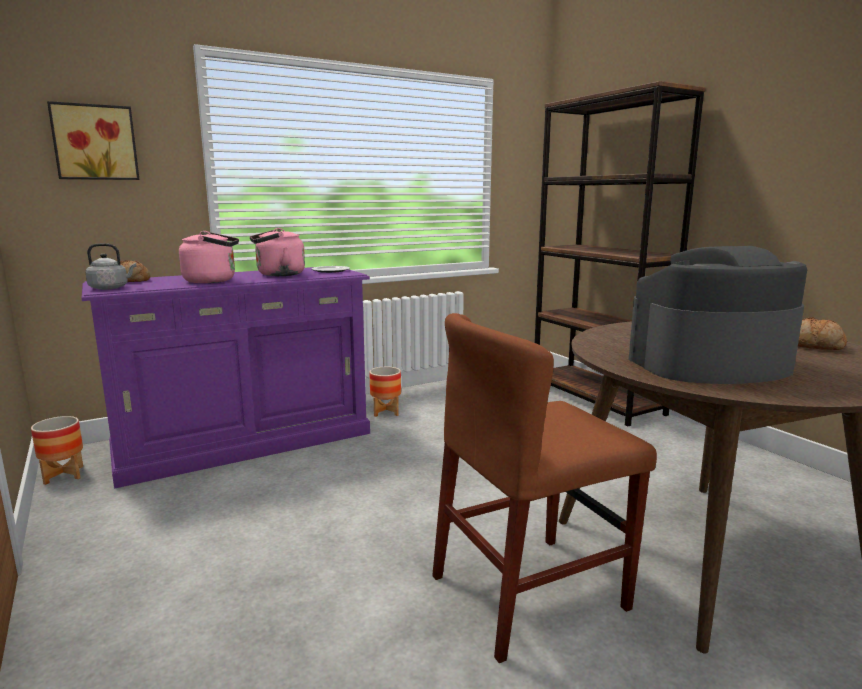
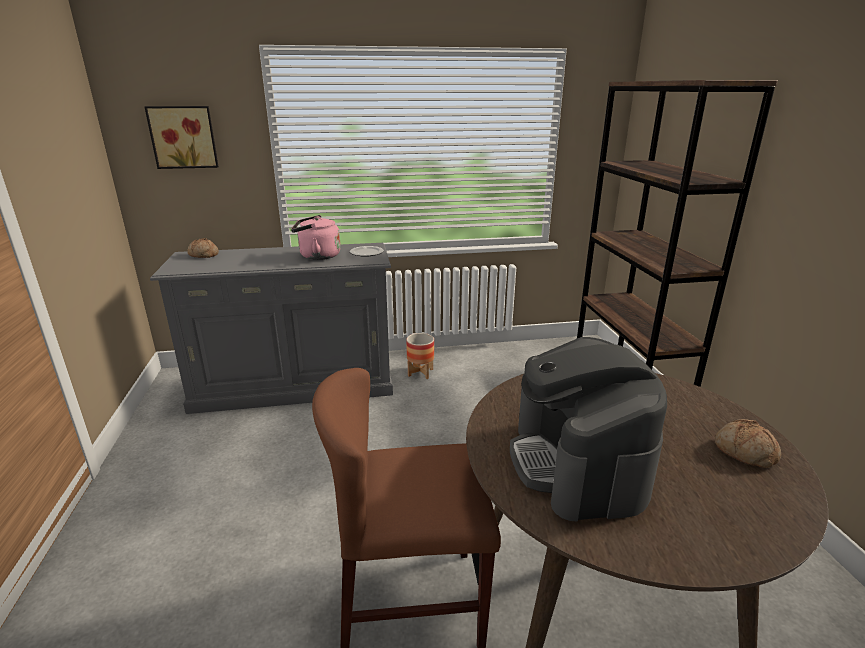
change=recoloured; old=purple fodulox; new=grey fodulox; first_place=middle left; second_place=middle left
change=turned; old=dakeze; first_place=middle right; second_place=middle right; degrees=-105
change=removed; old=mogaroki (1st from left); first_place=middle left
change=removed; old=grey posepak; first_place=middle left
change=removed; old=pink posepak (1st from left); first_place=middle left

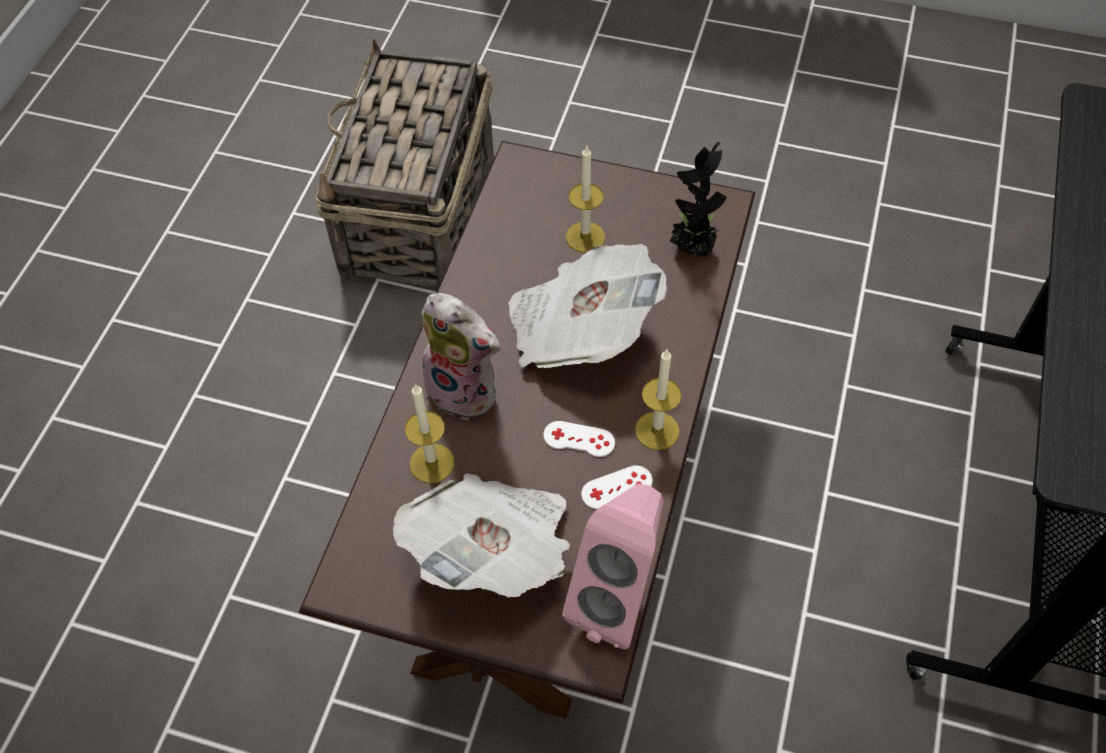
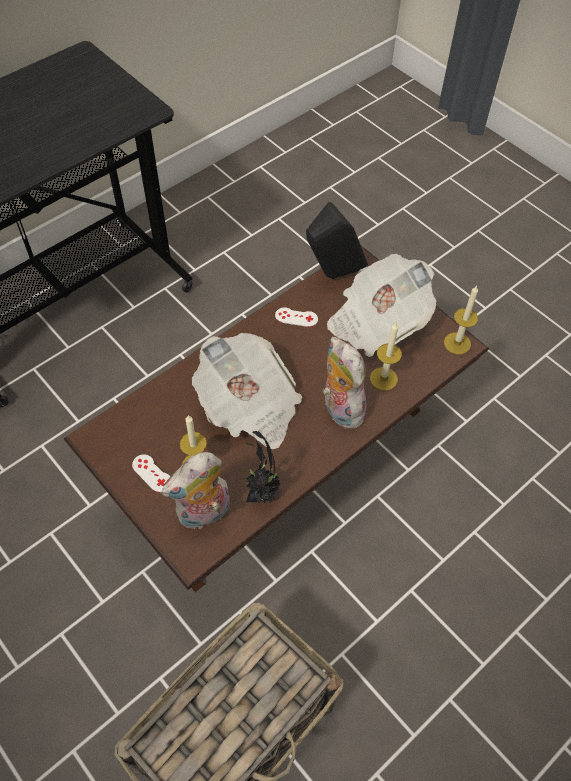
change=moved; old=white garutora (1st from left); first_place=centre; second_place=middle left
change=added; new=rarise (1st from left); second_place=centre
change=moved; old=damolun; first_place=top centre; second_place=centre
change=recoloured; old=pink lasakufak; new=black lasakufak; first_place=bottom centre; second_place=top centre
change=moved; old=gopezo (3rd from left); first_place=centre; second_place=middle right

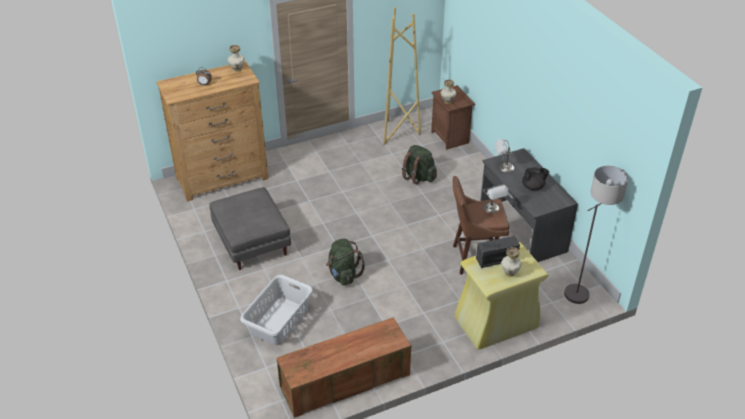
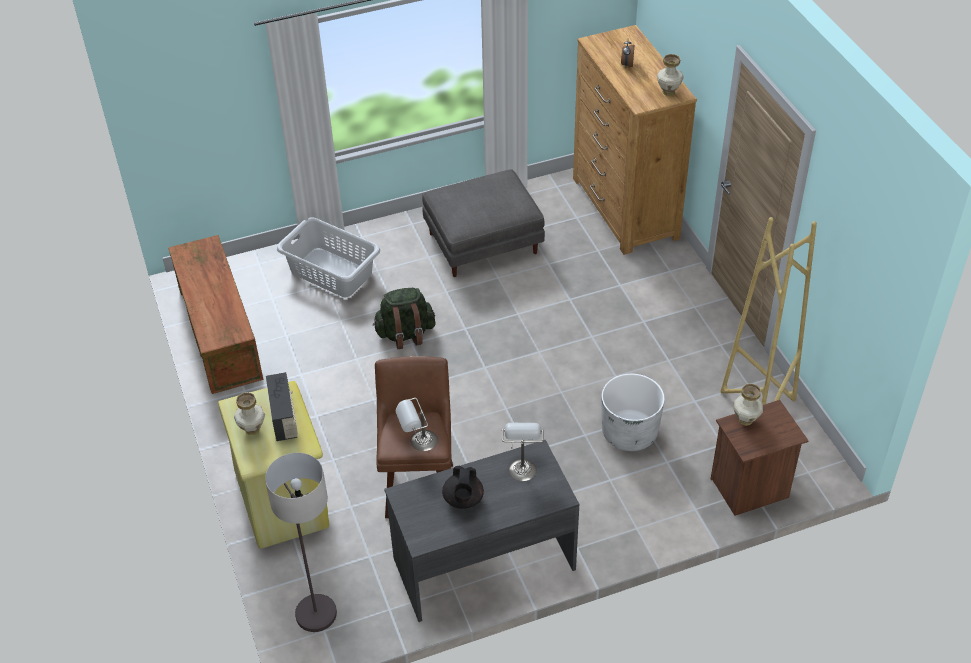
change=replaced; old=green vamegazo (2nd from left); new=white mogaroki; first_place=centre; second_place=centre

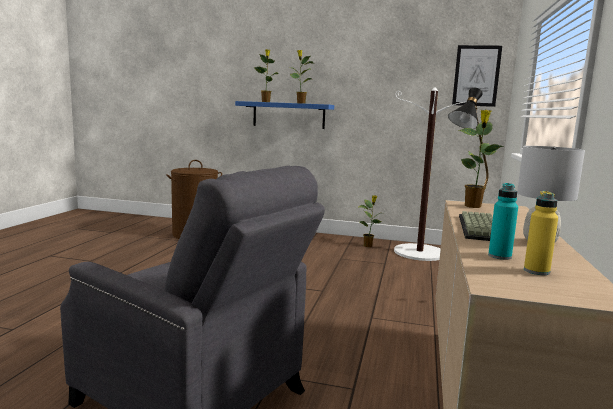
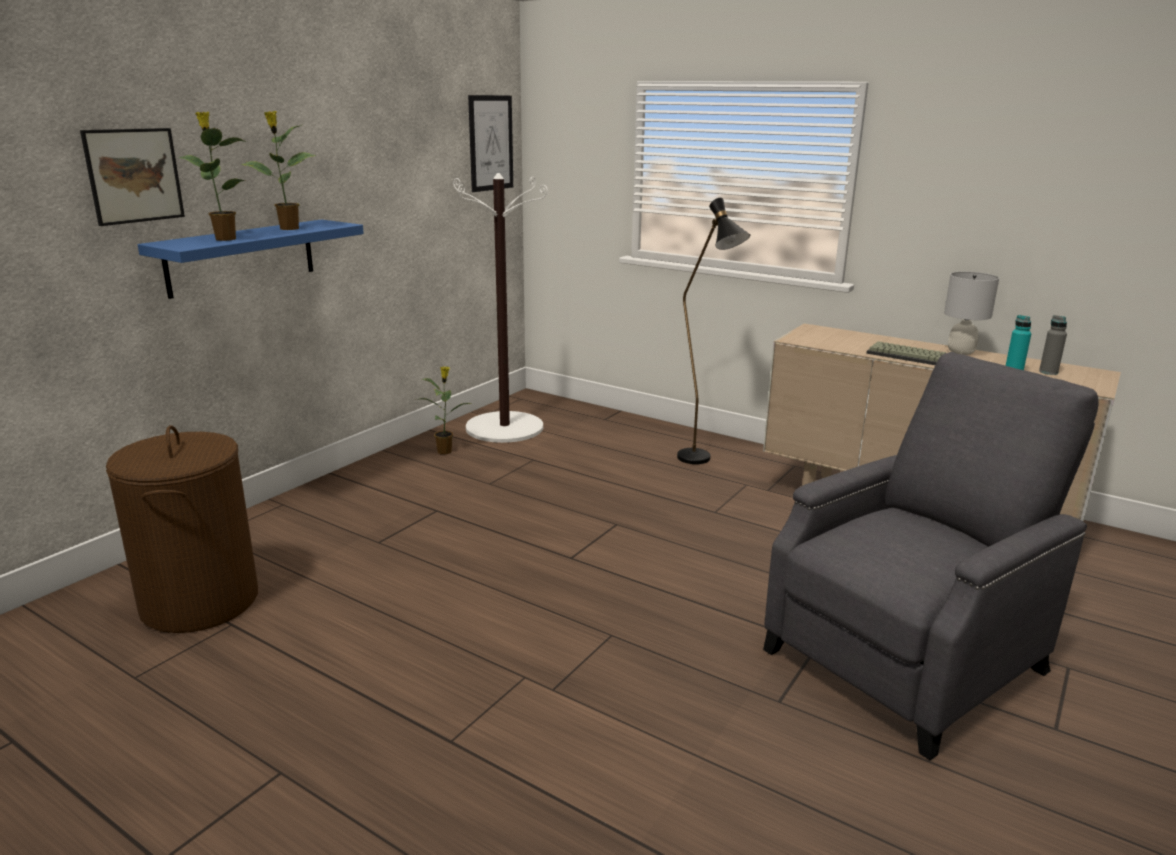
change=added; new=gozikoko (1st from left); second_place=top left
change=recoloured; old=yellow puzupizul; new=grey puzupizul; first_place=middle right; second_place=middle right
change=removed; old=damolun (4th from left); first_place=middle right

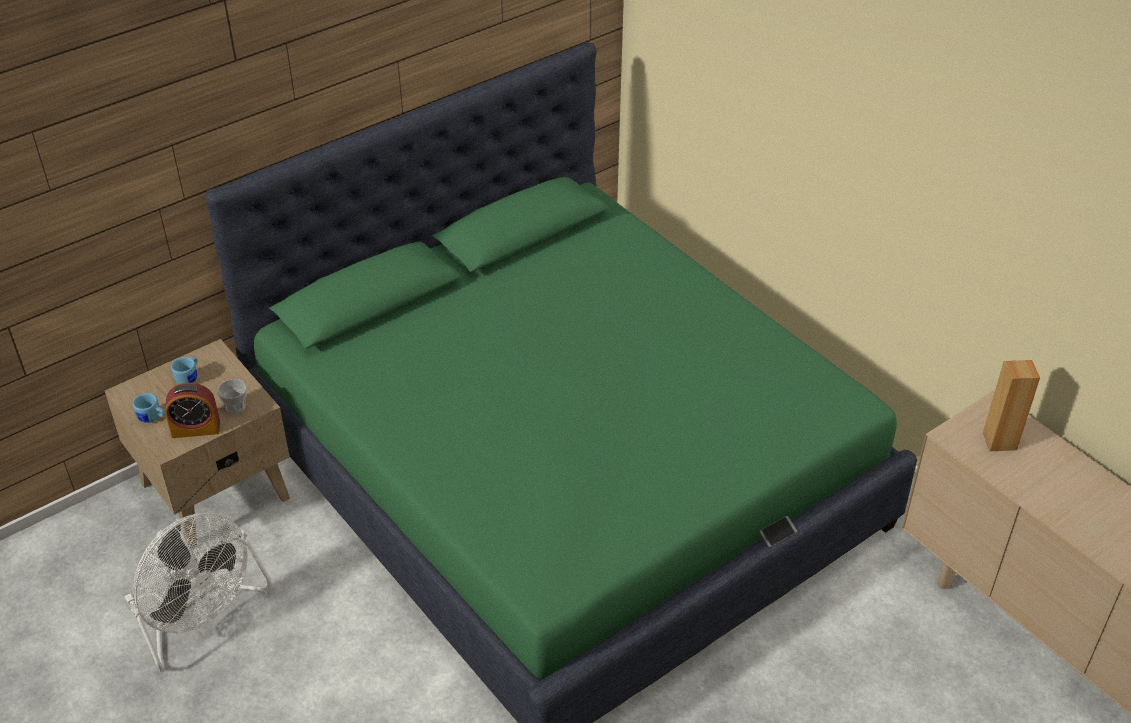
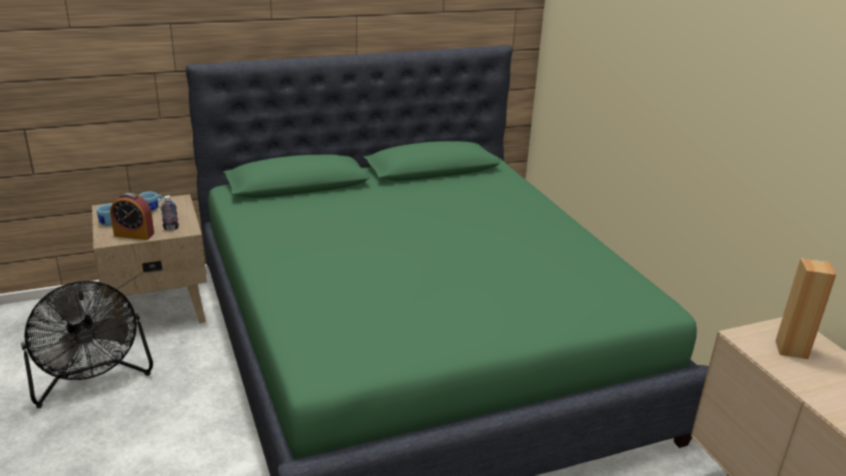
change=recoloured; old=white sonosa; new=black sonosa; first_place=bottom left; second_place=bottom left
change=replaced; old=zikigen; new=puzupizul; first_place=middle left; second_place=middle left
change=removed; old=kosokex; first_place=bottom right

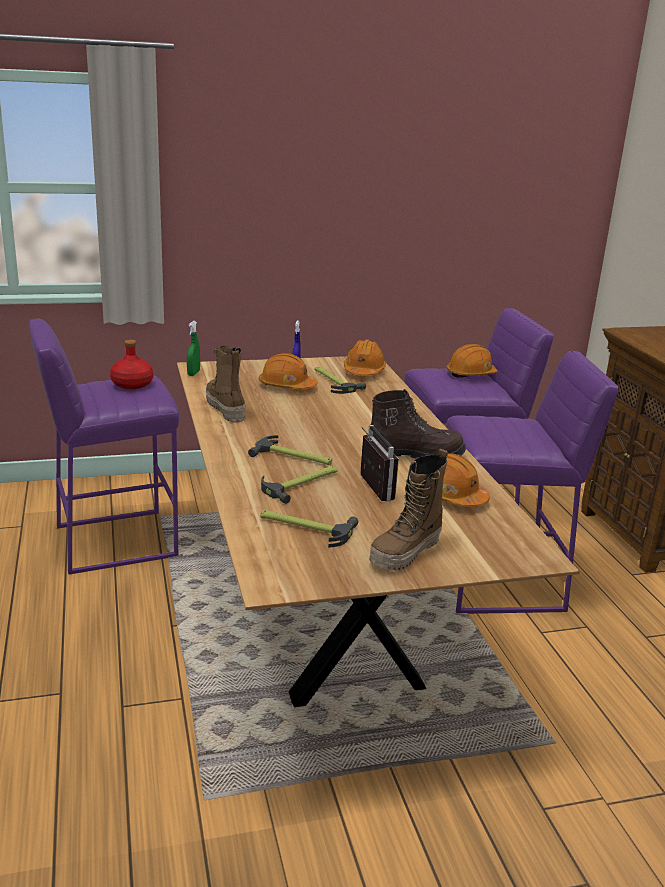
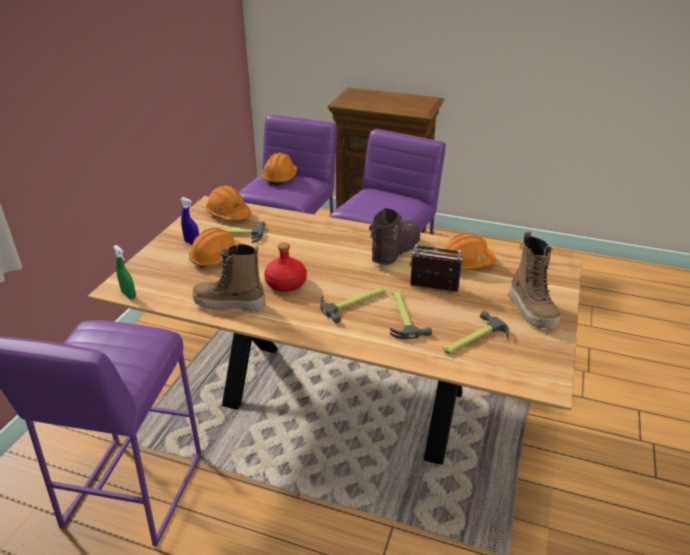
change=moved; old=red puzupizul; first_place=middle left; second_place=centre

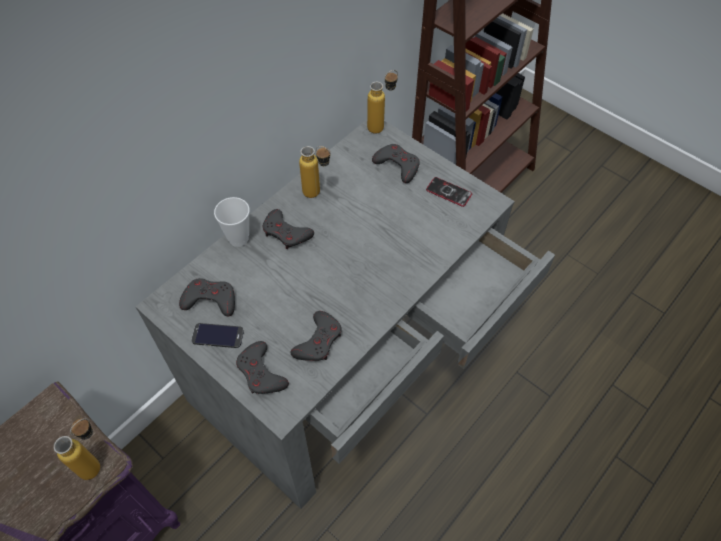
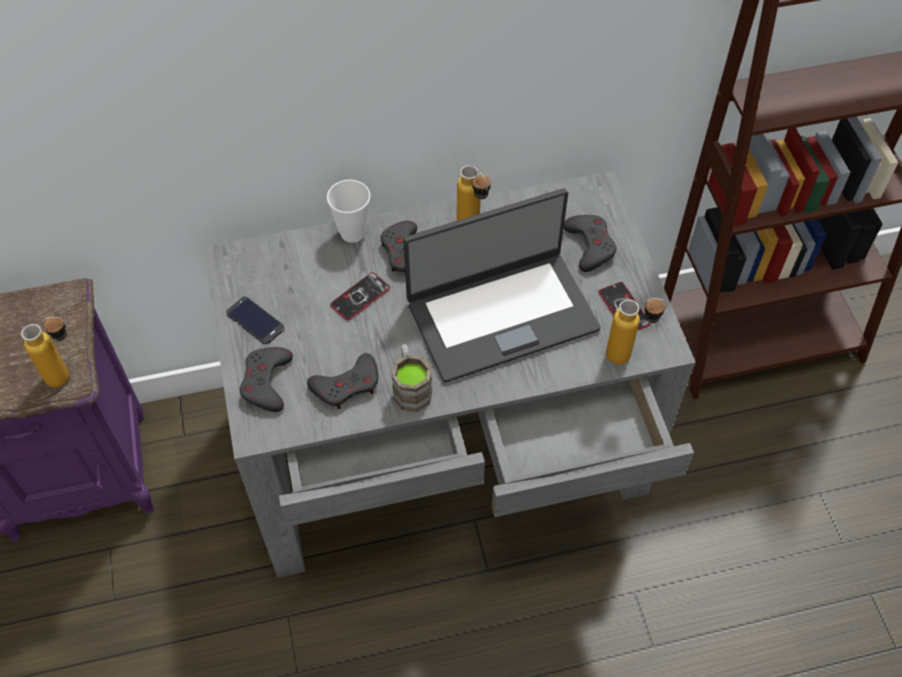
change=added; new=kosokex (2nd from left); second_place=centre
change=added; new=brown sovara; second_place=centre
change=added; new=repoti; second_place=centre
change=moved; old=puzupizul (3rd from left); first_place=top centre; second_place=middle right
change=removed; old=grey garutora (1st from left); first_place=middle left

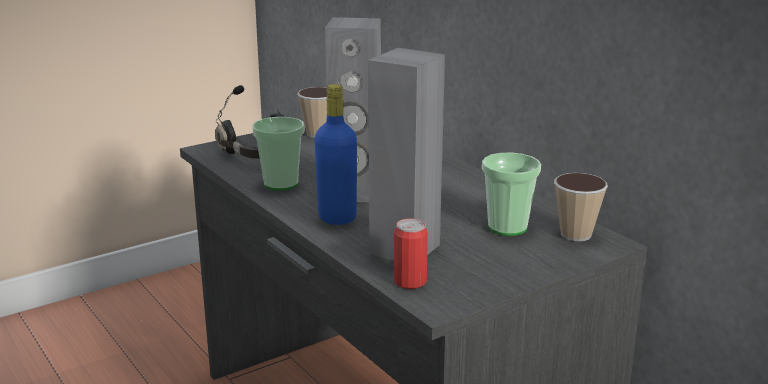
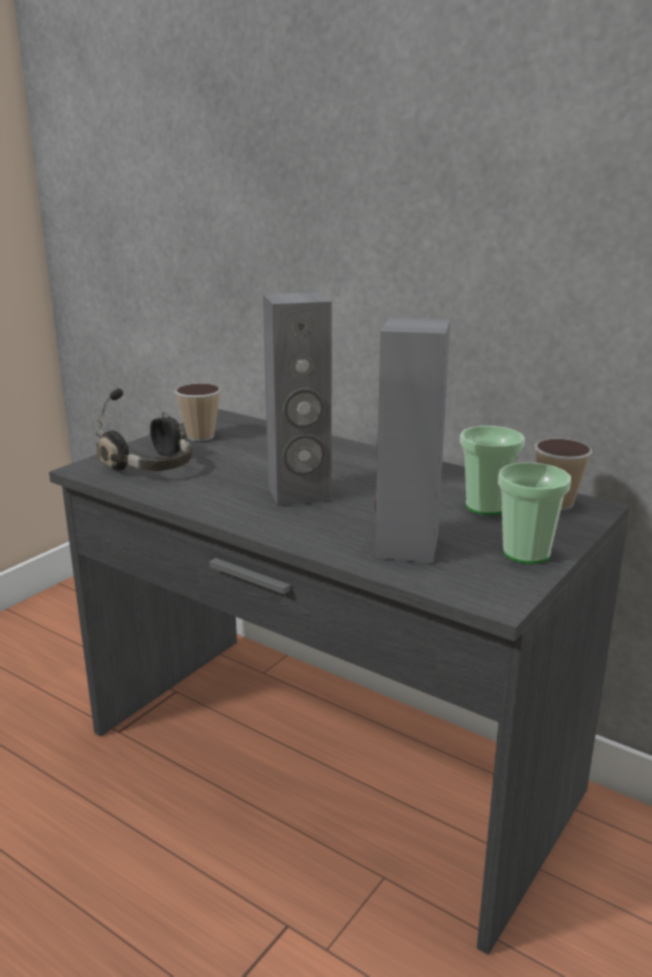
change=moved; old=zikigen (1st from left in the first image); new=zikigen (3rd from left); first_place=centre; second_place=middle right
change=removed; old=blue puzupizul; first_place=centre
change=removed; old=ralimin; first_place=centre

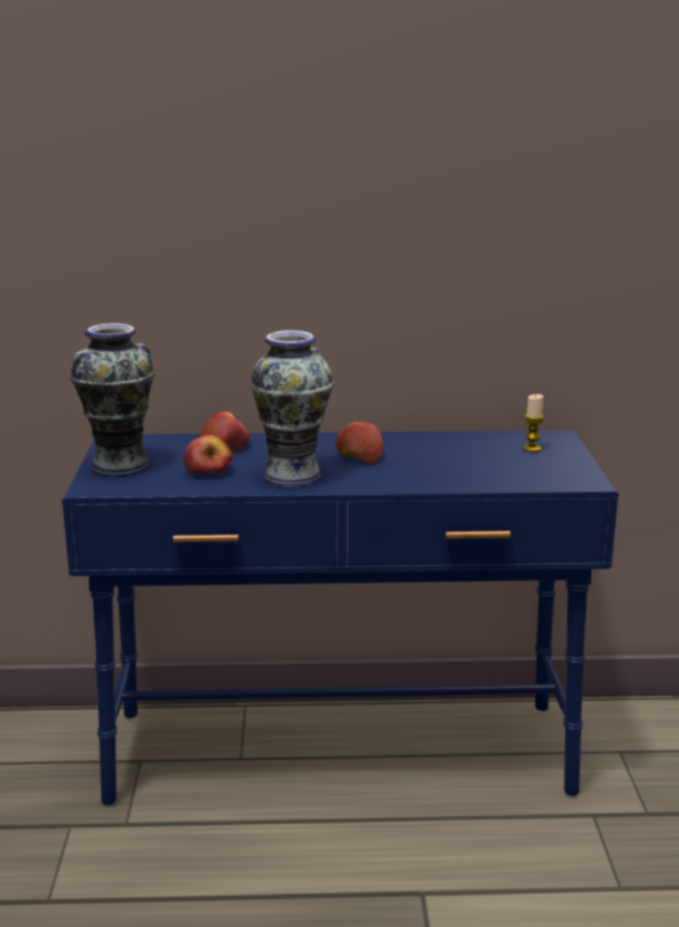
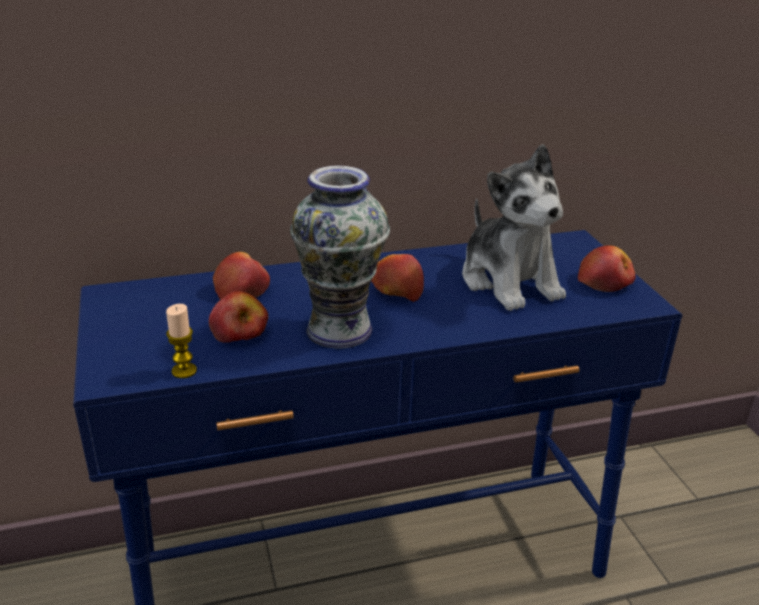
change=moved; old=gopezo; first_place=middle right; second_place=middle left
change=added; new=rarise; second_place=middle right
change=added; new=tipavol (4th from left); second_place=middle right
change=removed; old=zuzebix (1st from left); first_place=middle left

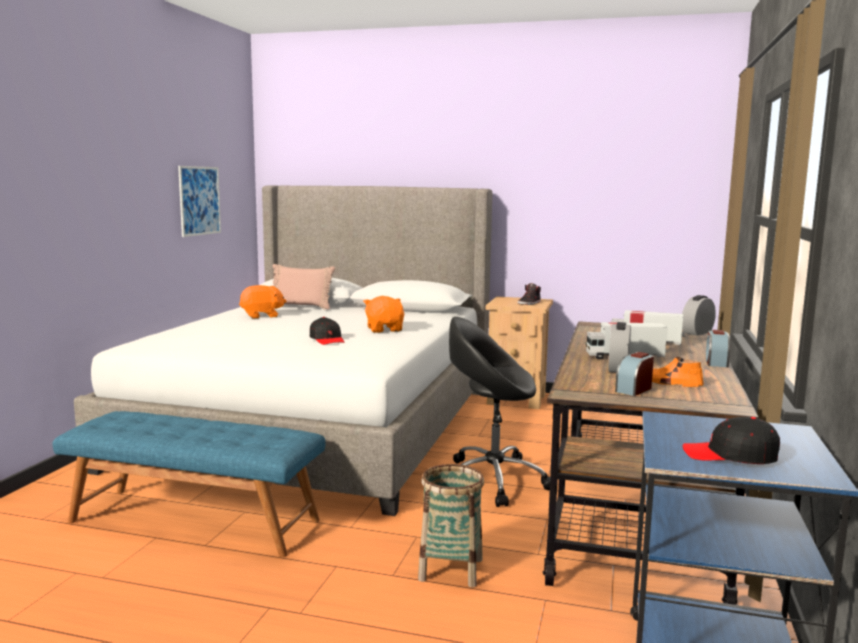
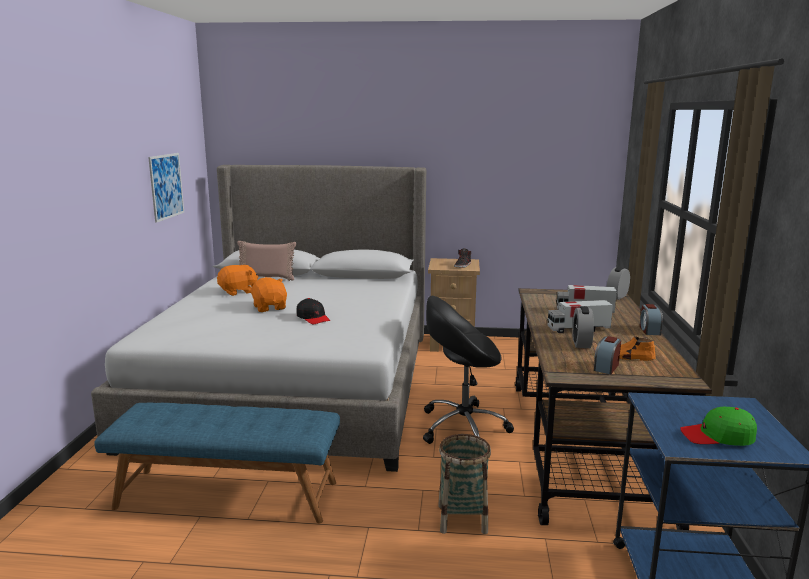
change=moved; old=orange rarise (2nd from left); first_place=centre; second_place=middle left
change=recoloured; old=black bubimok (2nd from left); new=green bubimok; first_place=bottom right; second_place=bottom right

